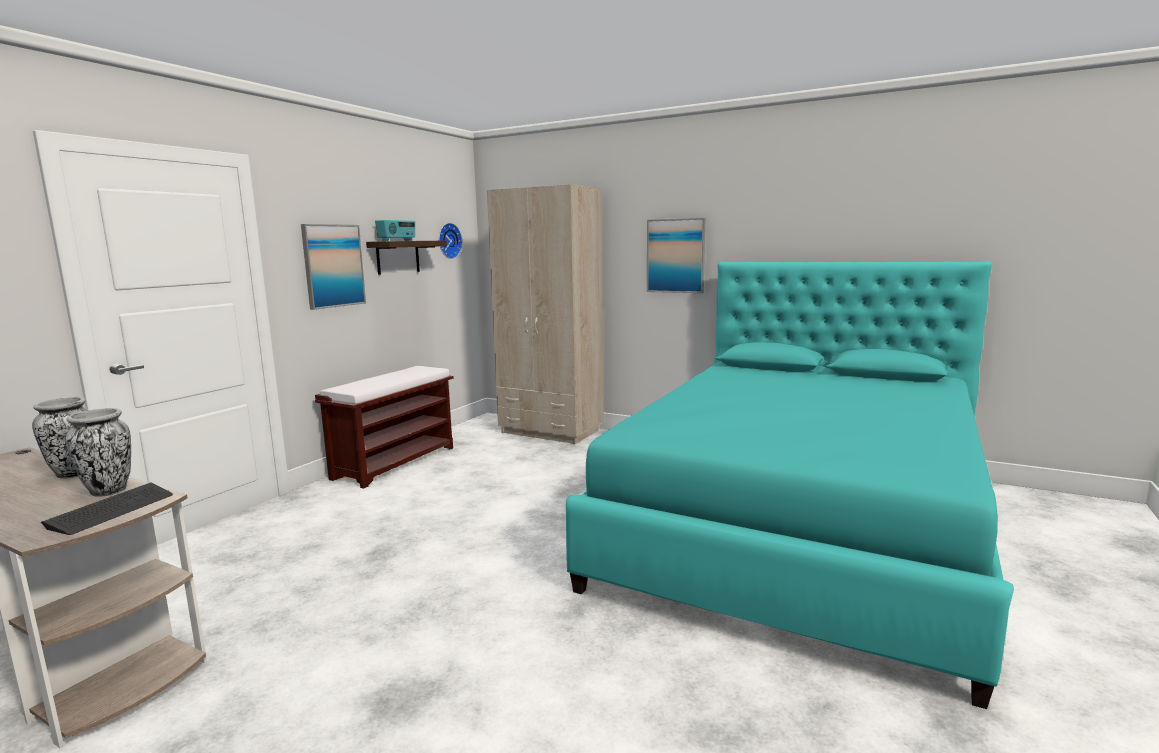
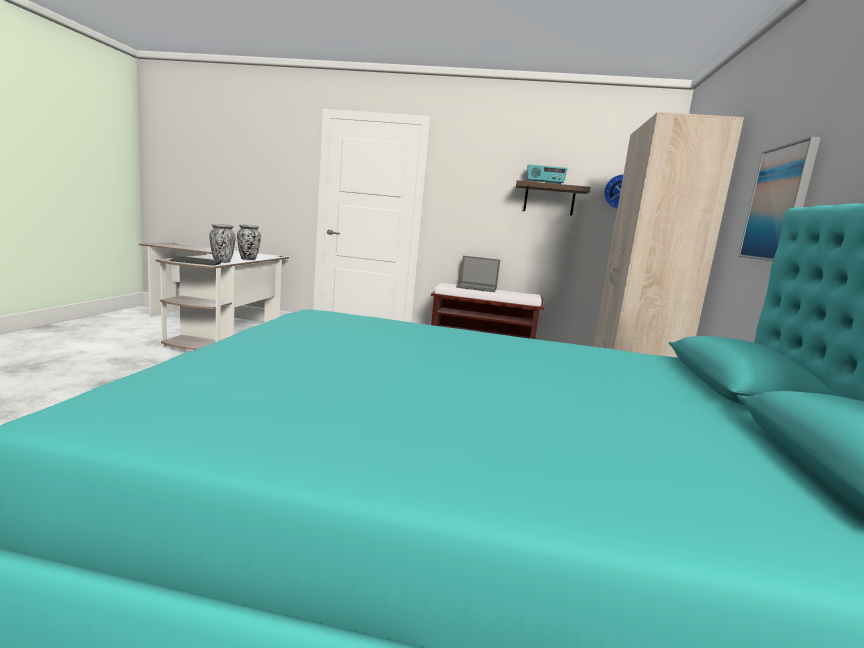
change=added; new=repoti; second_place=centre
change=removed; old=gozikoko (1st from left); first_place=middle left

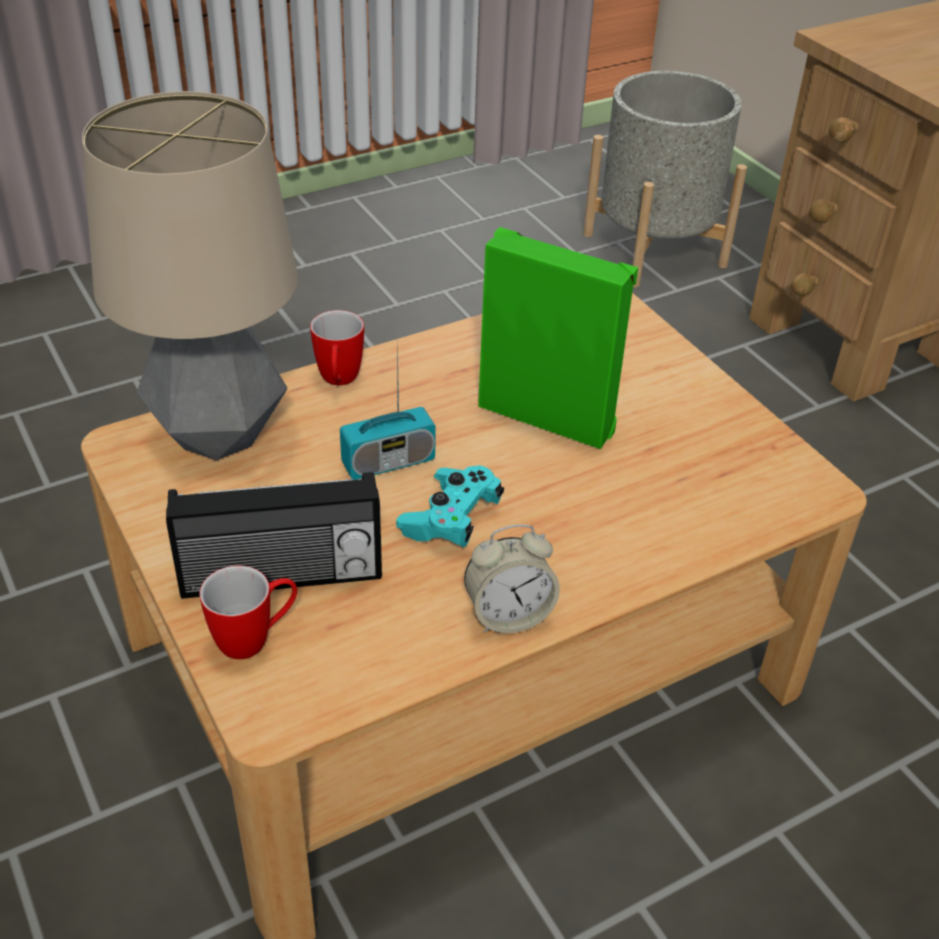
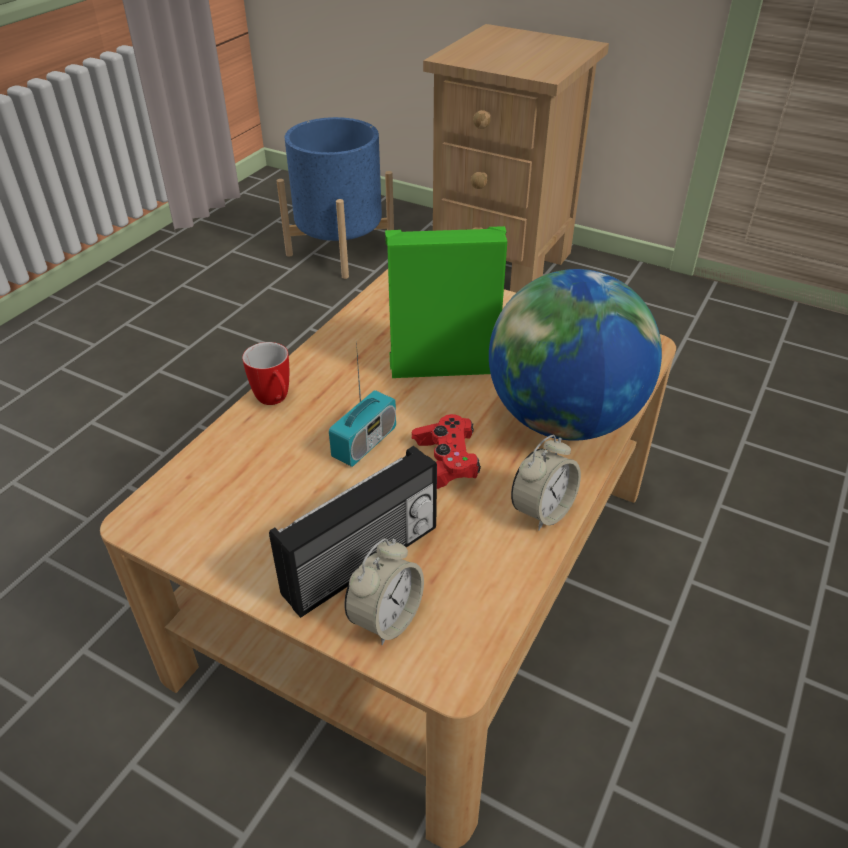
change=recoloured; old=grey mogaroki; new=blue mogaroki; first_place=top right; second_place=top centre
change=replaced; old=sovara (1st from left); new=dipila (1st from left); first_place=middle left; second_place=bottom centre
change=recoloured; old=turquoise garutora; new=red garutora; first_place=centre; second_place=centre
change=added; new=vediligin; second_place=middle right
change=removed; old=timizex; first_place=top left

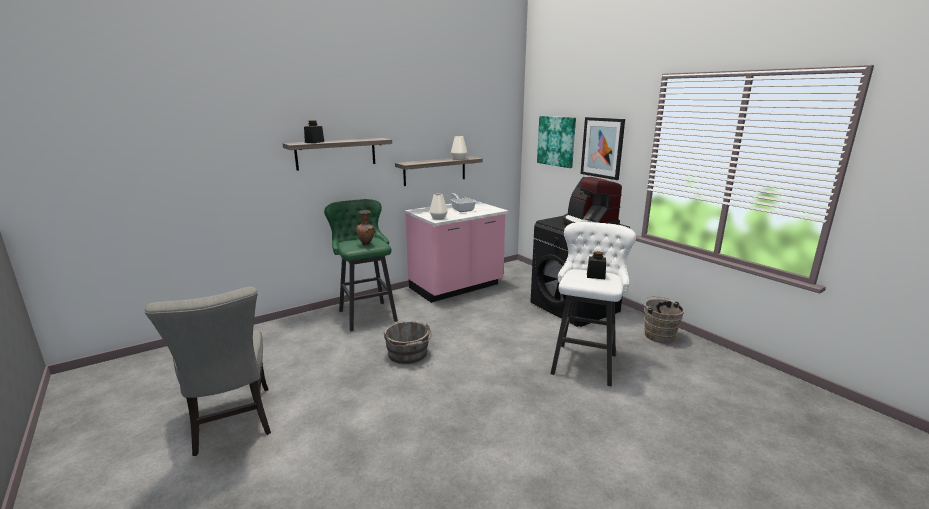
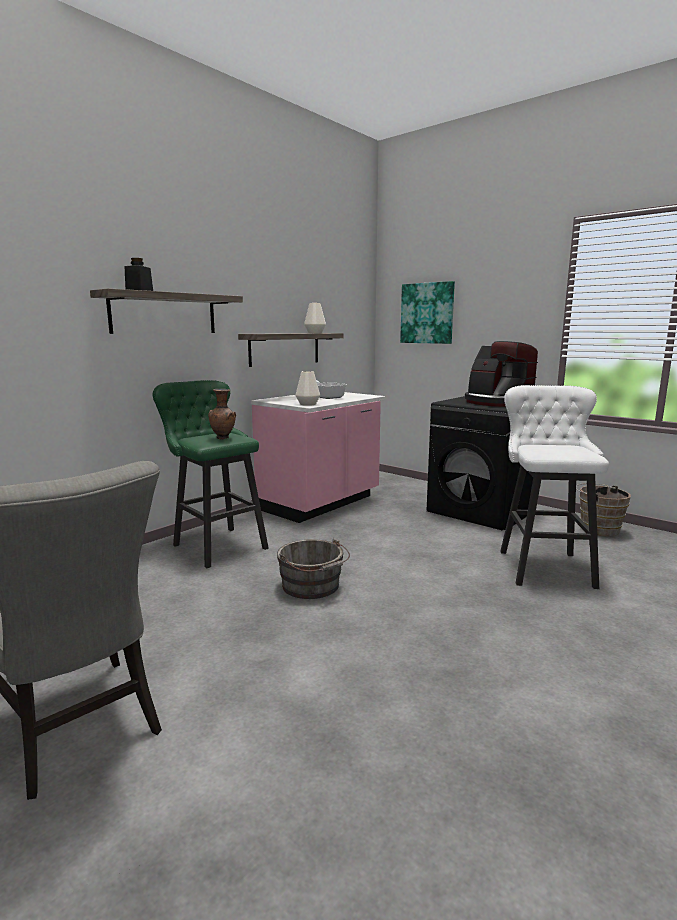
change=removed; old=gozikoko (2nd from left); first_place=top centre
change=removed; old=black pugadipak (2nd from left); first_place=centre

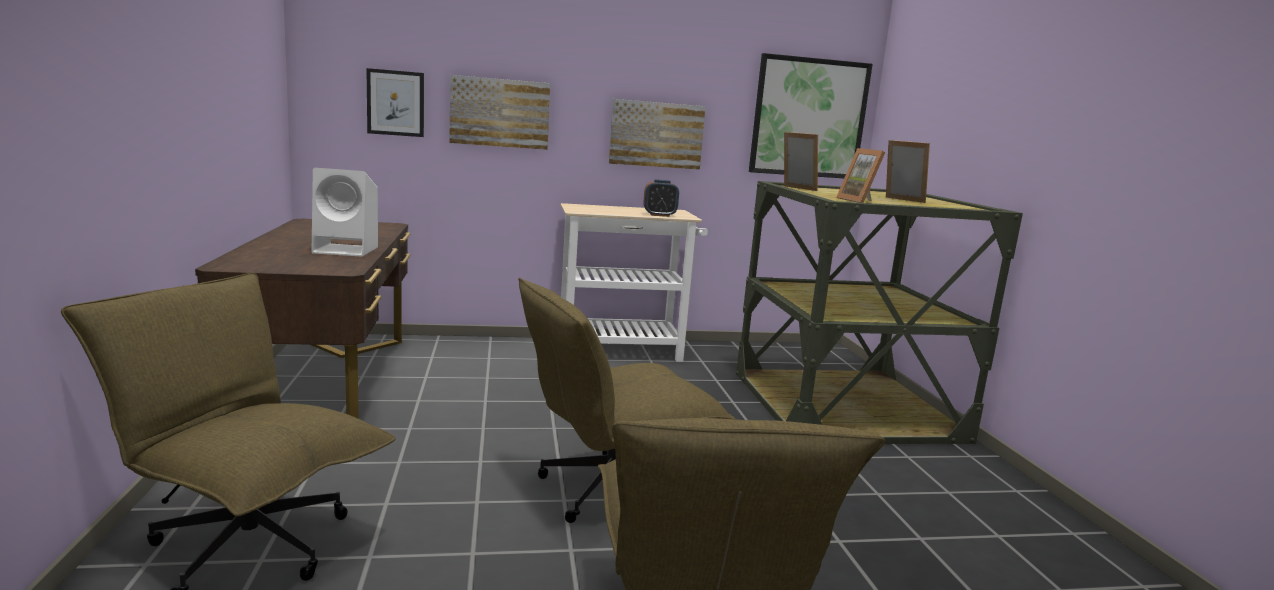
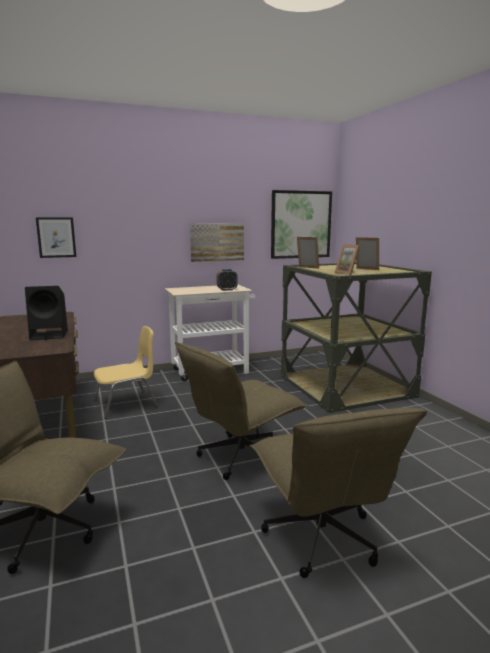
change=recoloured; old=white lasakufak; new=black lasakufak; first_place=middle left; second_place=middle left
change=added; new=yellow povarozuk; second_place=middle left
change=removed; old=gozikoko (2nd from left); first_place=top centre

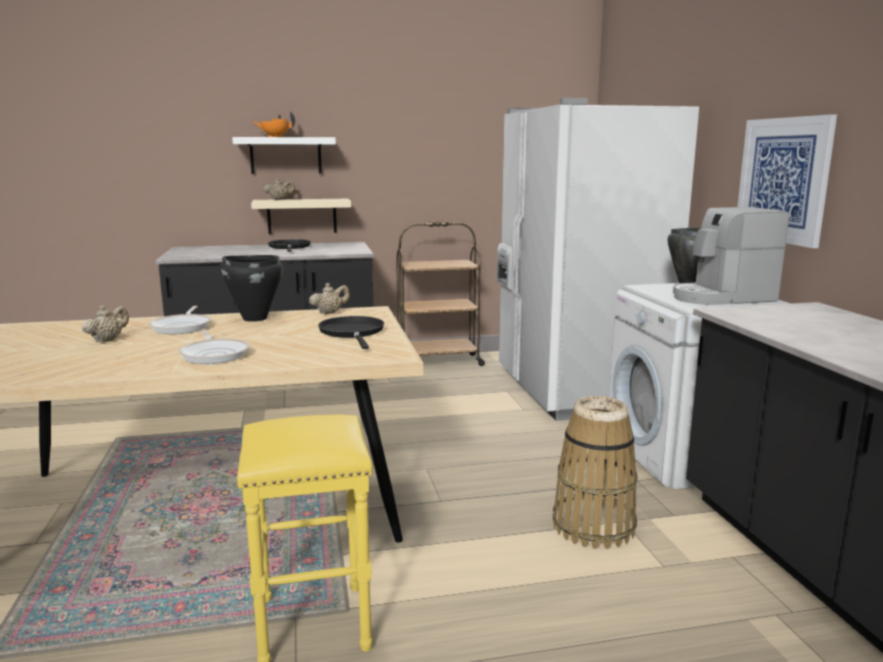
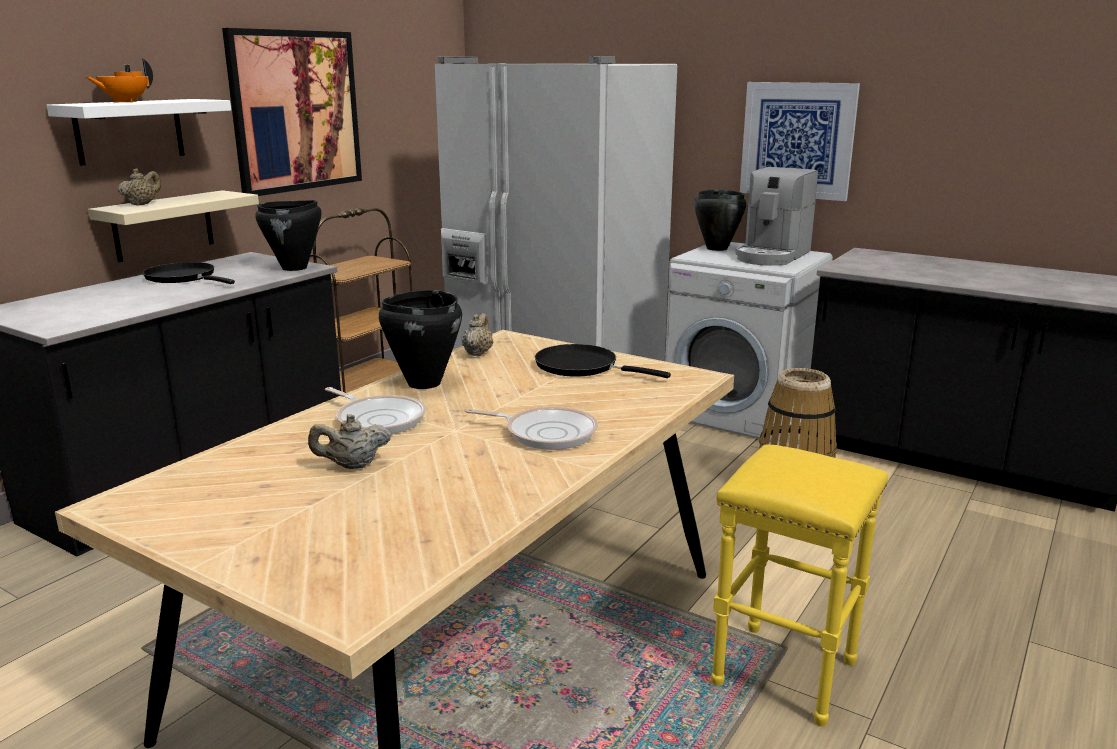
change=added; new=gozikoko (1st from left); second_place=top left
change=added; new=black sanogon (1st from left); second_place=top left
change=turned; old=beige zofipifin (1st from left in the first image); first_place=middle left; second_place=middle left; degrees=-90

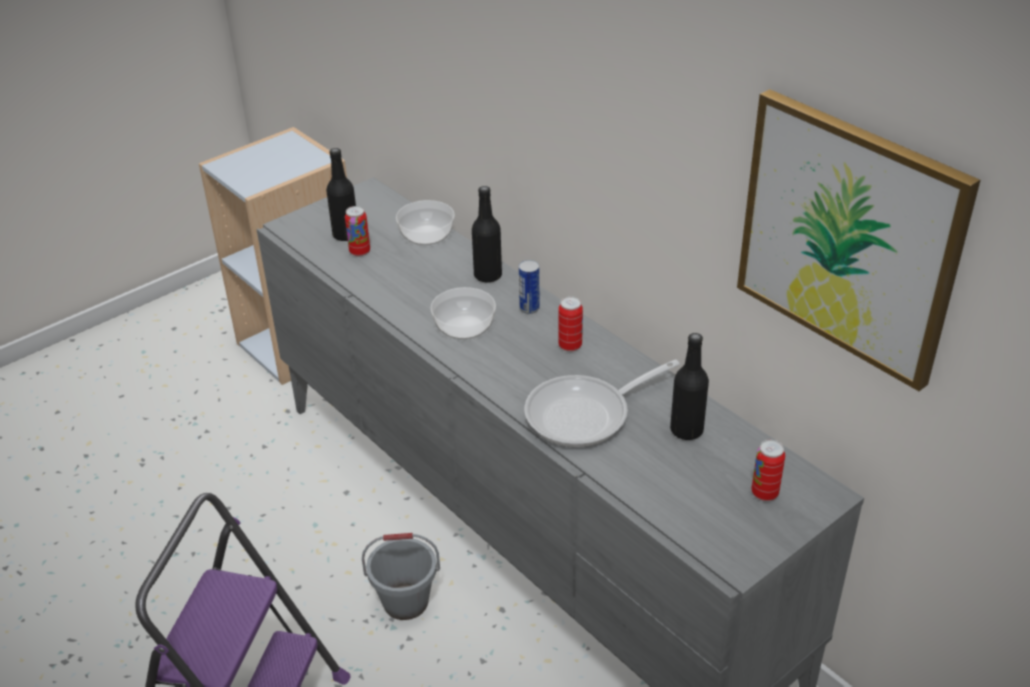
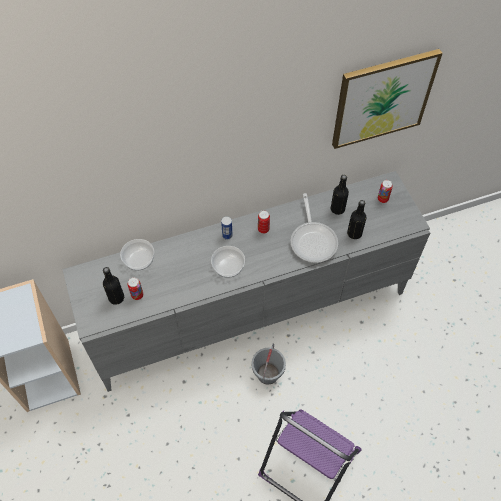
change=moved; old=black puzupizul (2nd from left in the first image); new=black puzupizul (3rd from left); first_place=centre; second_place=middle right

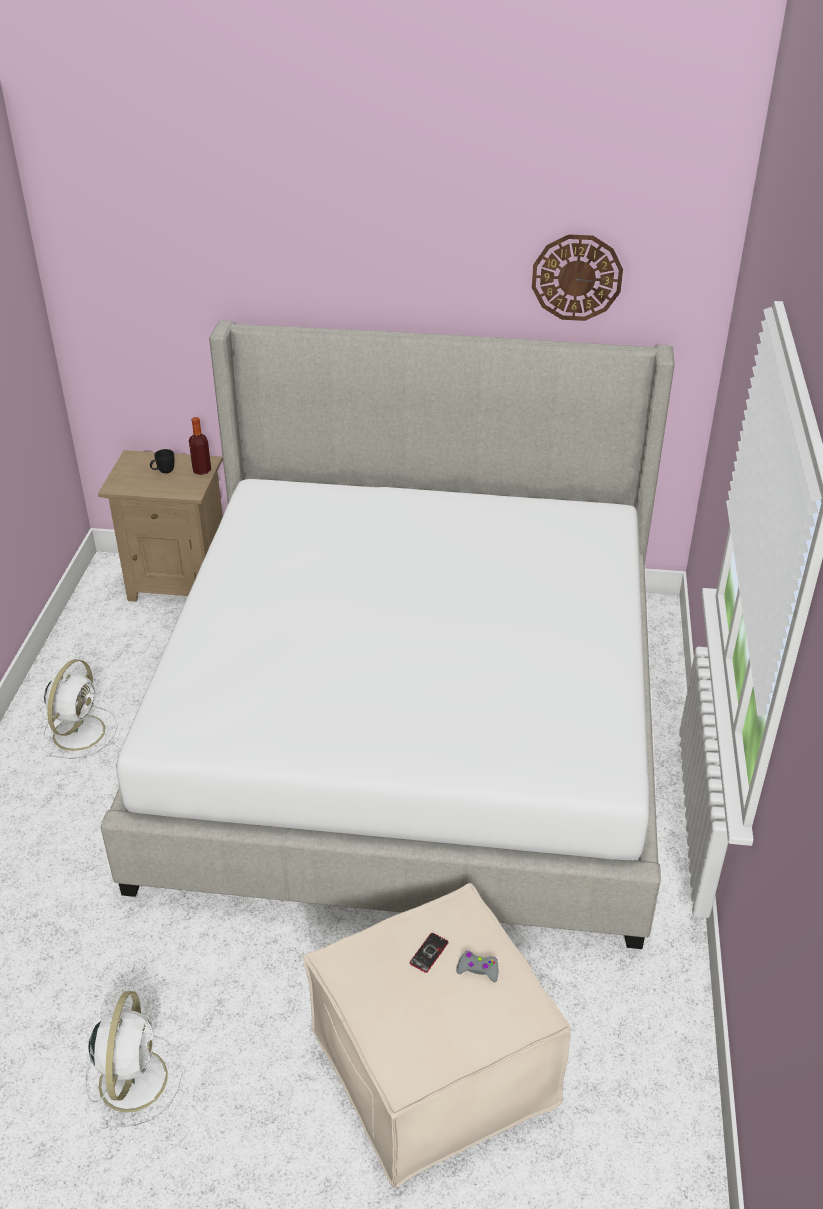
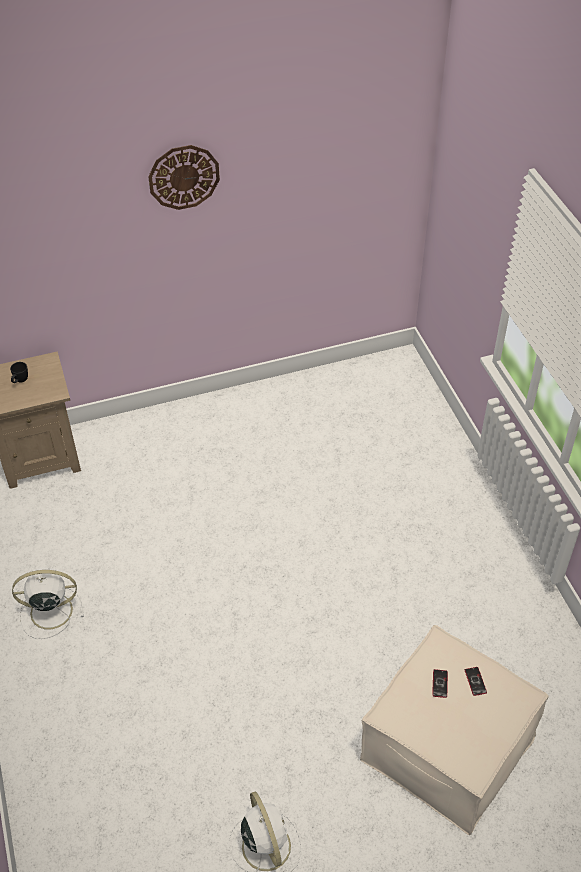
change=turned; old=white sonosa (1st from left); first_place=middle left; second_place=bottom left; degrees=-90
change=moved; old=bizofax; first_place=top right; second_place=top left
change=replaced; old=grey garutora; new=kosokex (2nd from left); first_place=bottom centre; second_place=bottom right
change=removed; old=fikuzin; first_place=centre
change=removed; old=puzupizul; first_place=middle left

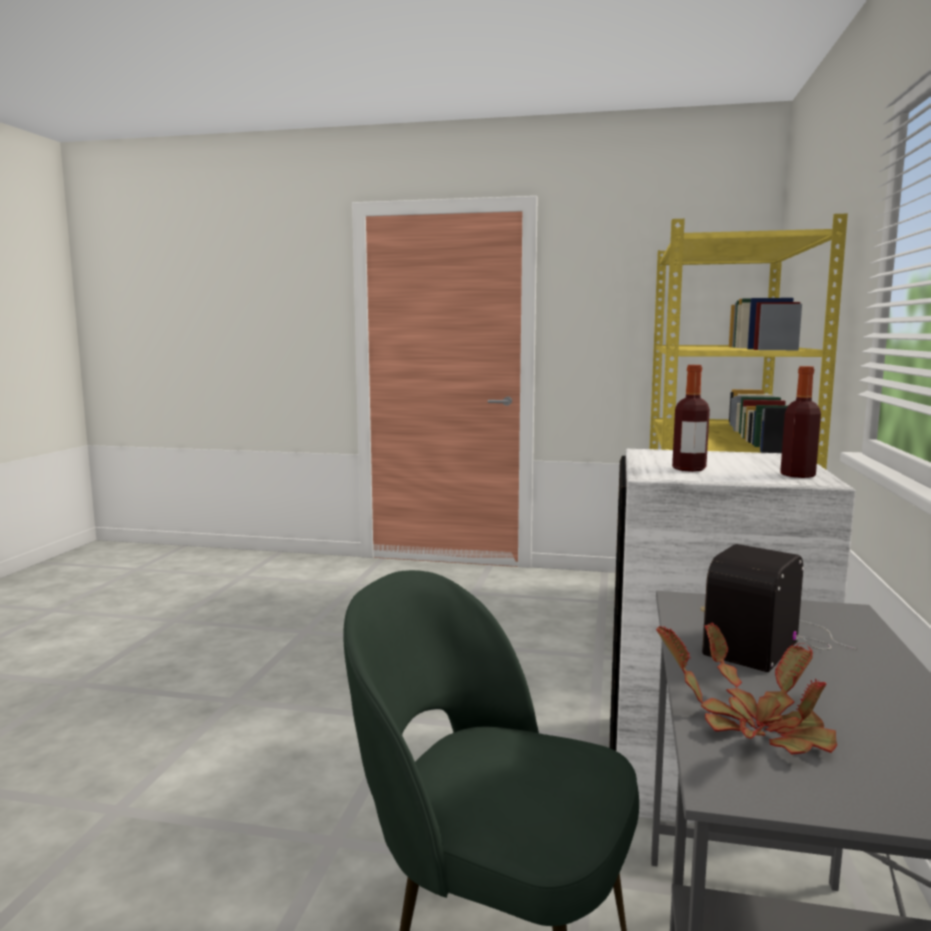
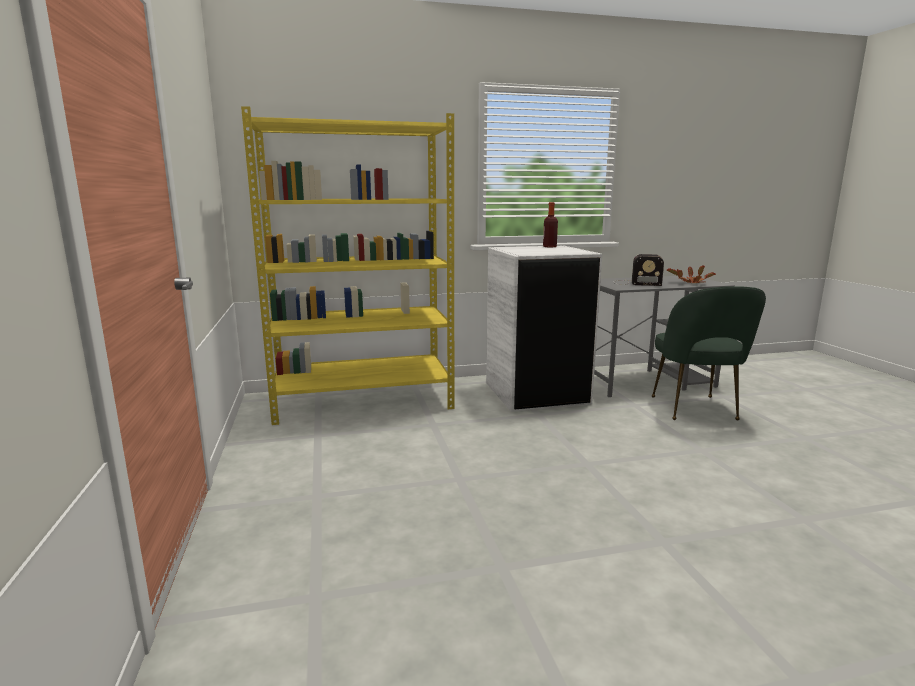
change=removed; old=puzupizul (1st from left); first_place=middle right

